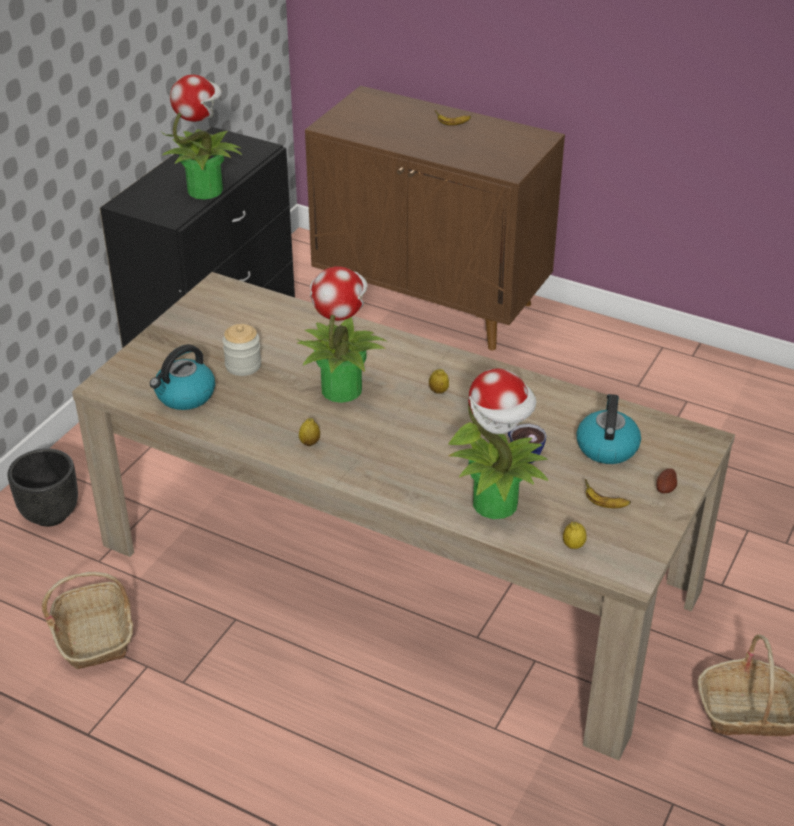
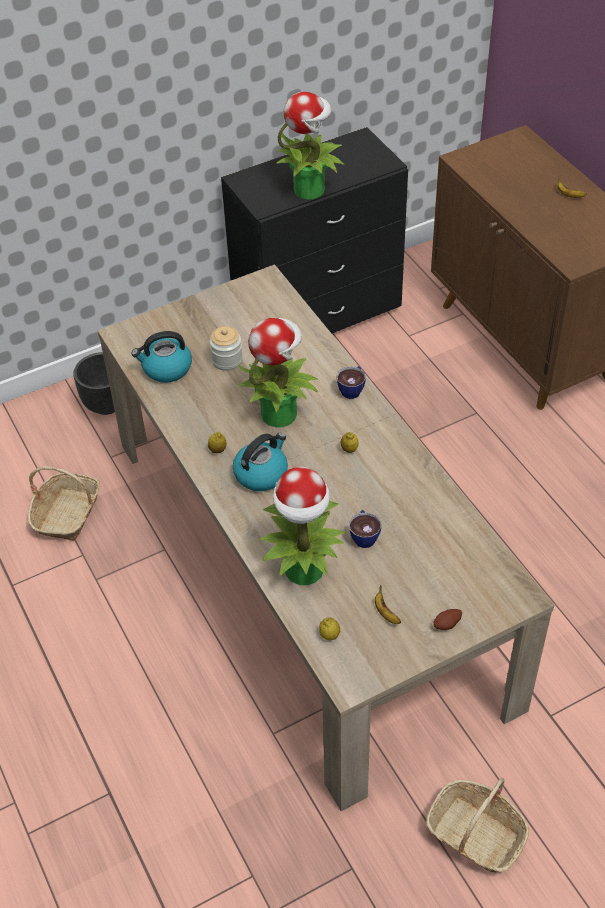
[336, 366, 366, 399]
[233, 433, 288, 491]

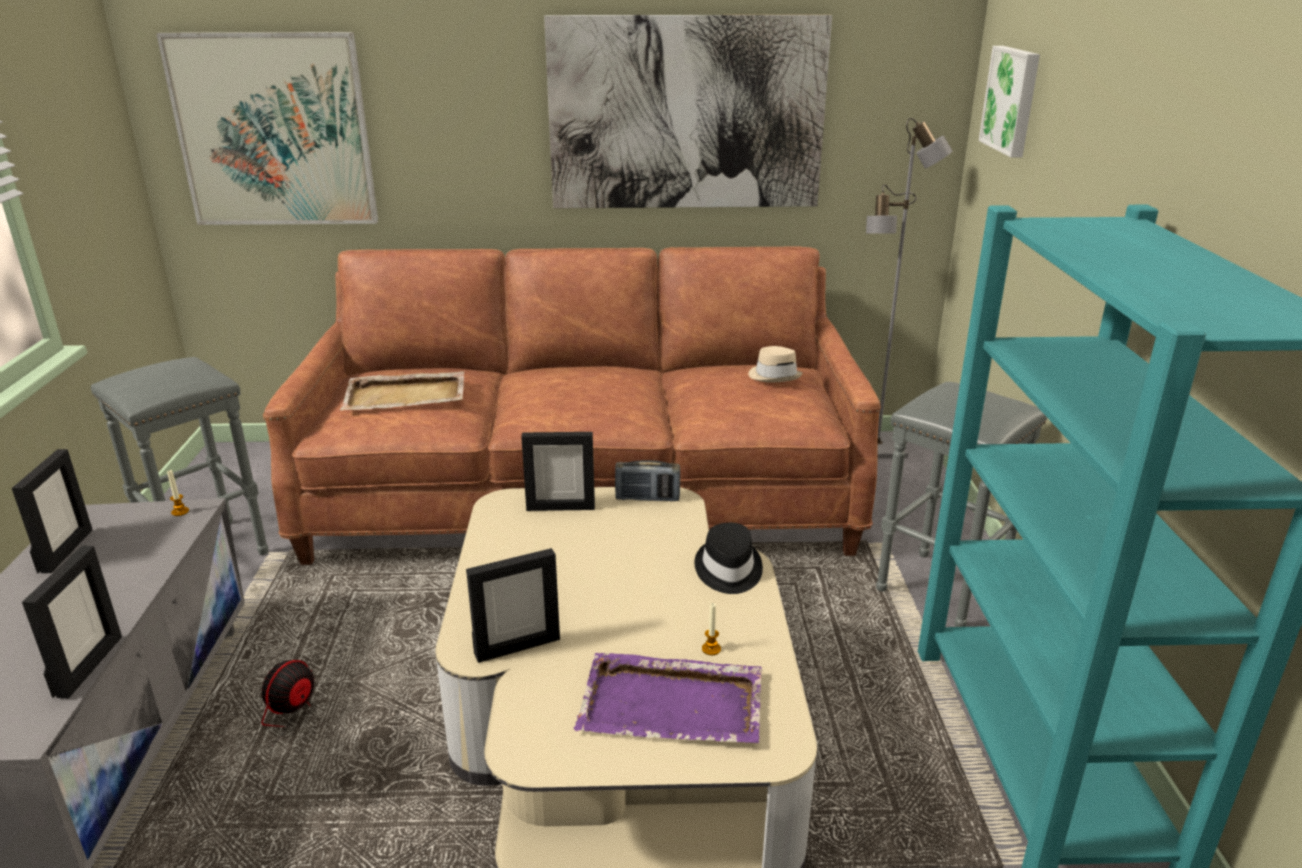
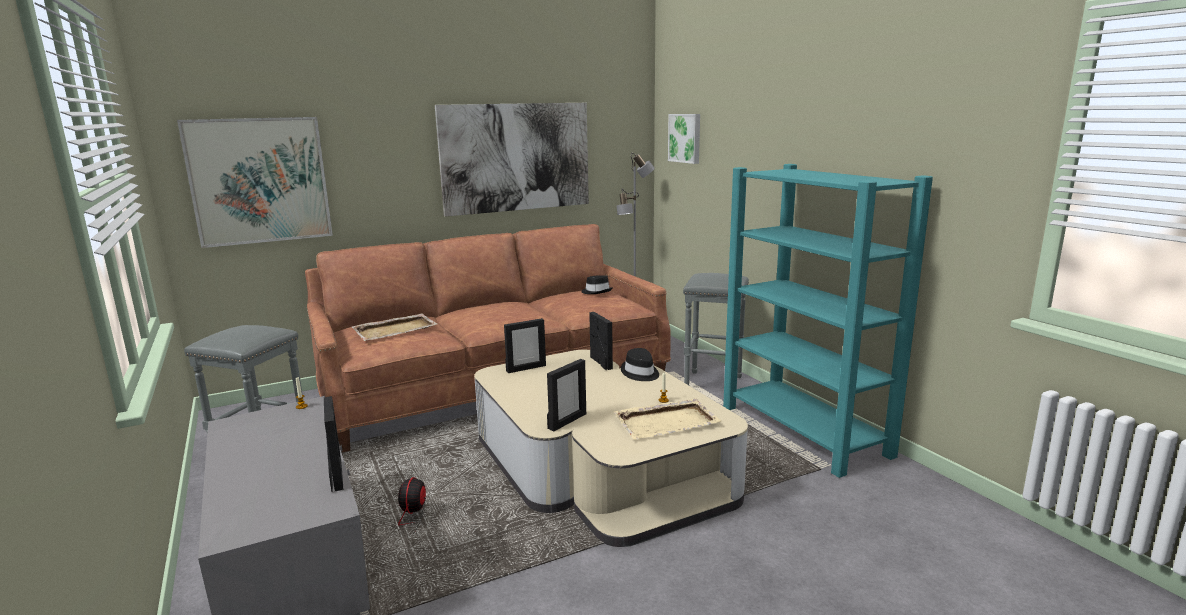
[615, 460, 680, 502] (first image)
[589, 312, 613, 370]
[614, 398, 722, 439]
[581, 275, 613, 294]

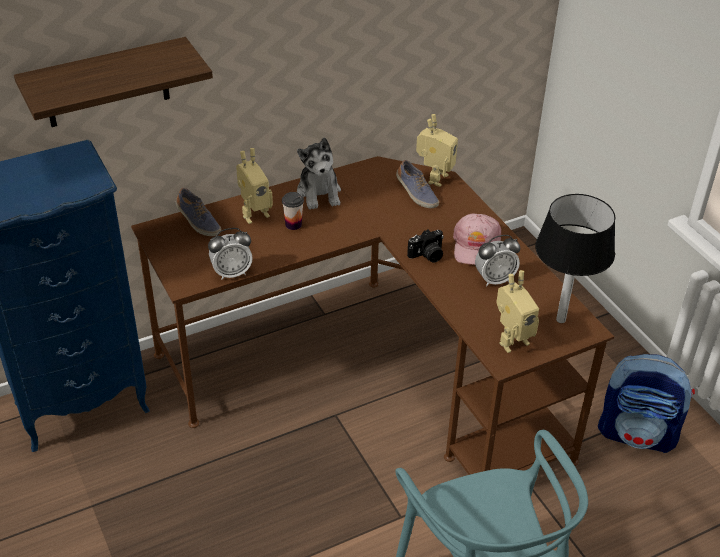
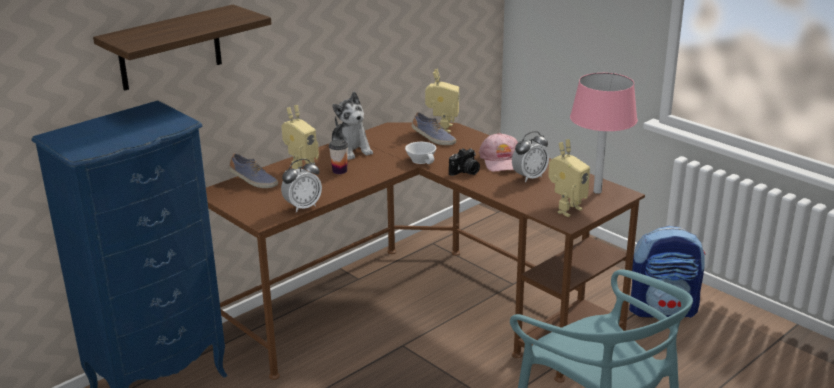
[405, 142, 436, 164]
[570, 73, 638, 194]

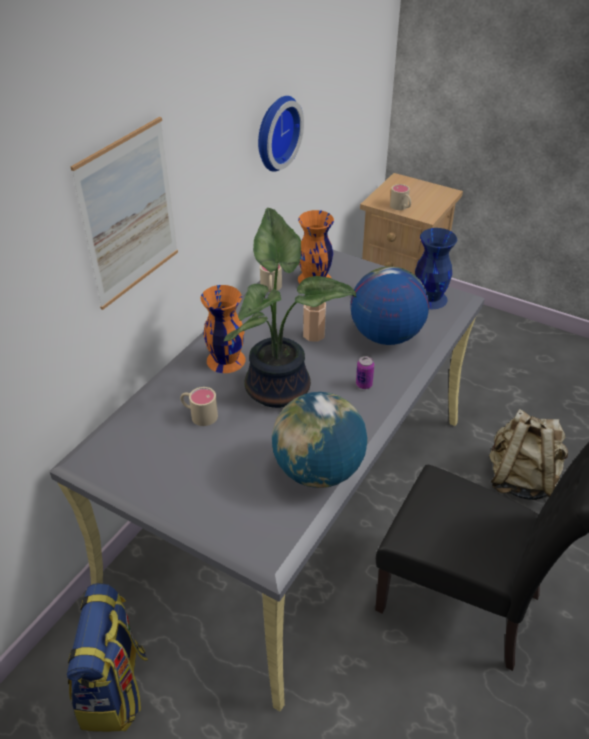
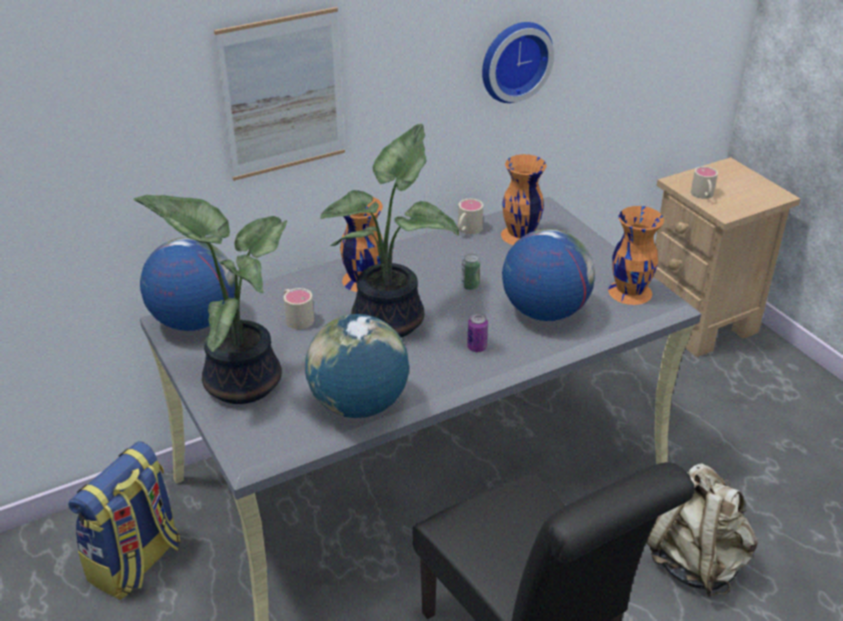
[133, 195, 287, 404]
[140, 237, 235, 331]
[461, 254, 480, 290]
[608, 206, 664, 305]

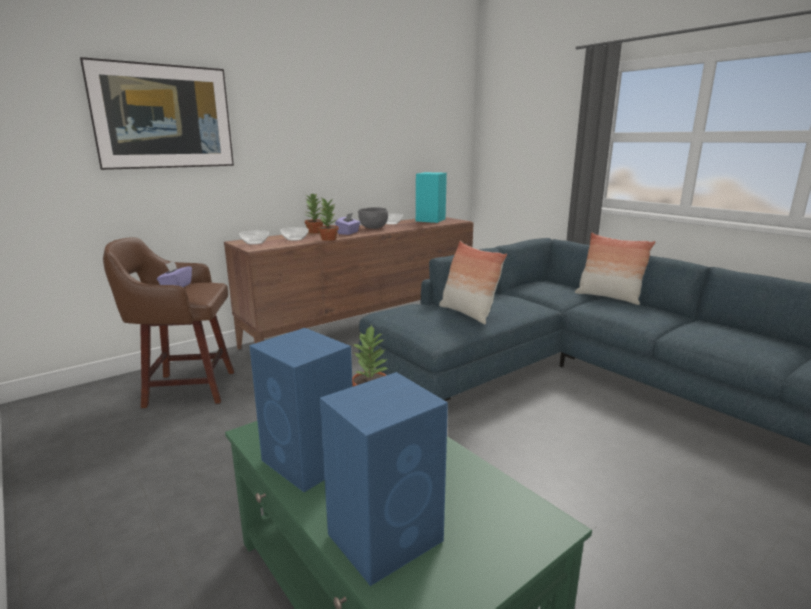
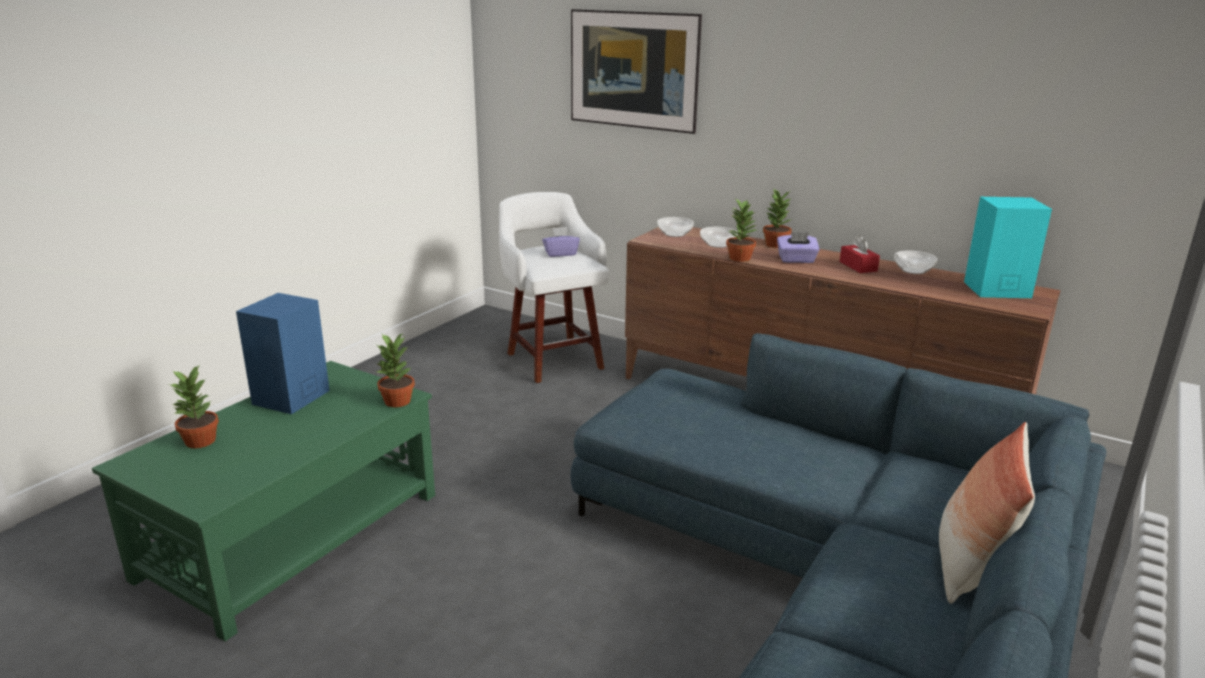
[439, 241, 507, 324] (first image)
[169, 364, 219, 448]
[840, 235, 880, 273]
[499, 192, 609, 383]

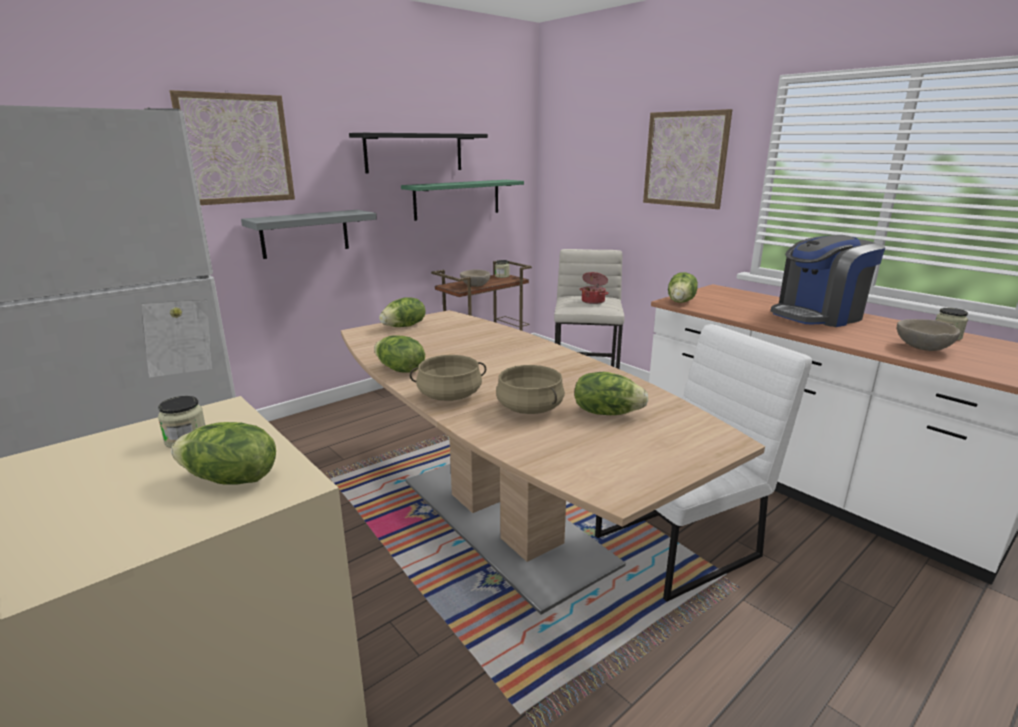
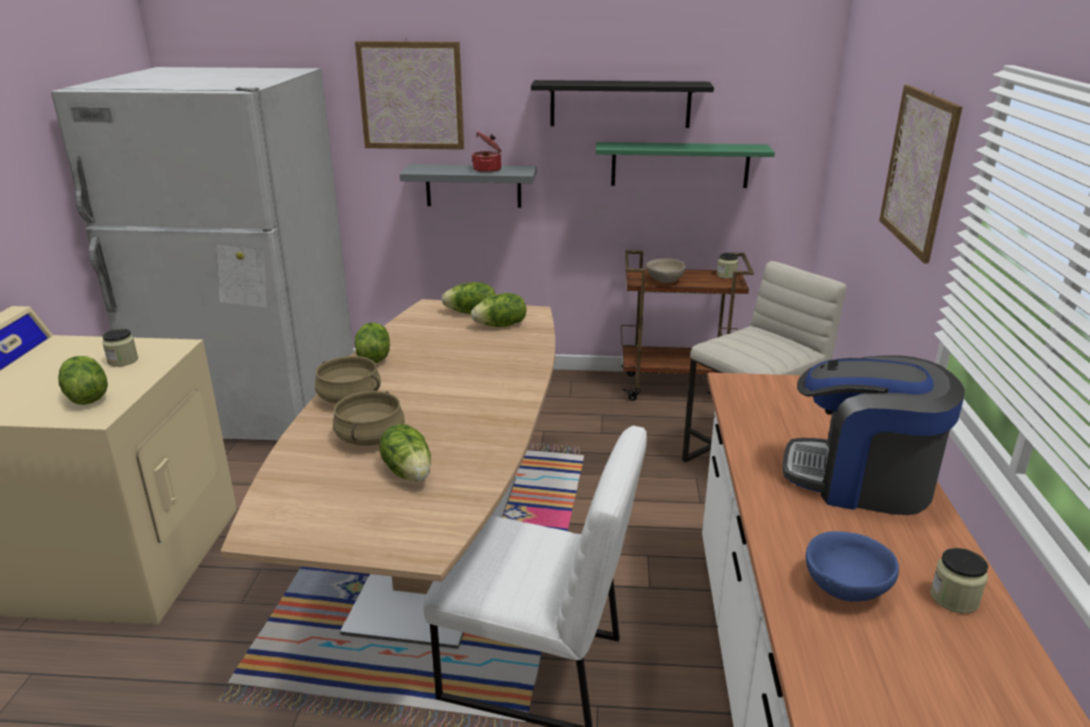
[472, 132, 502, 173]
[471, 293, 526, 327]
[806, 531, 899, 602]

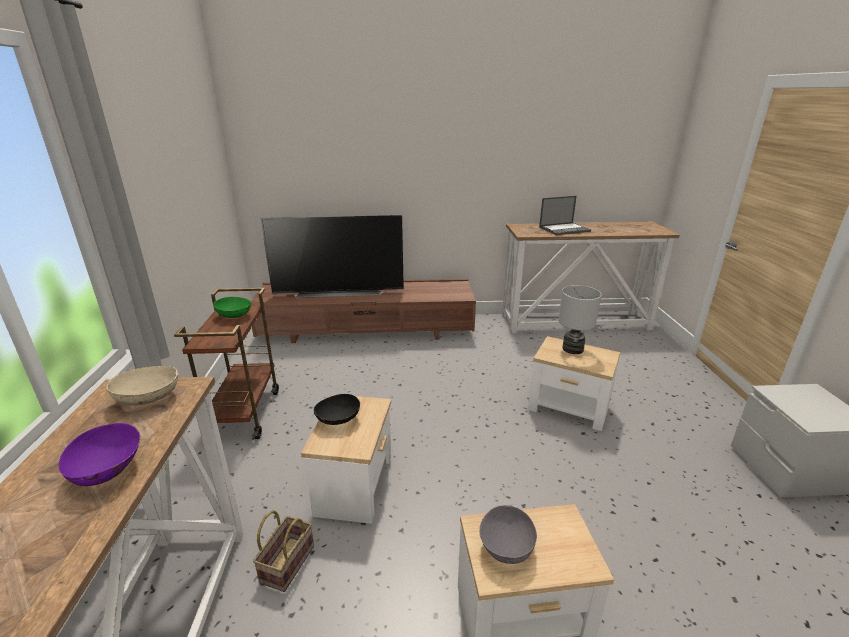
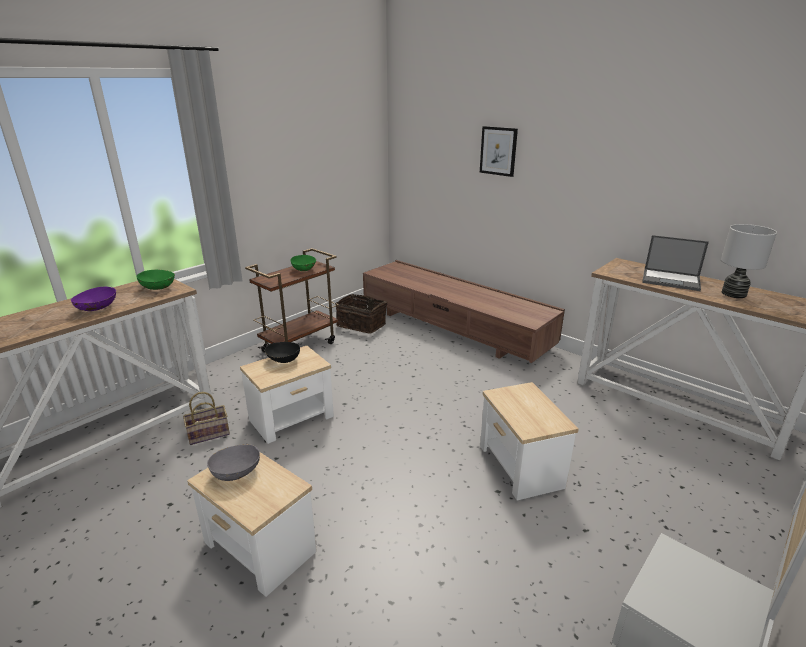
[261, 215, 404, 298] (first image)
[336, 294, 387, 334]
[480, 126, 518, 177]
[721, 224, 777, 298]
[136, 270, 175, 290]

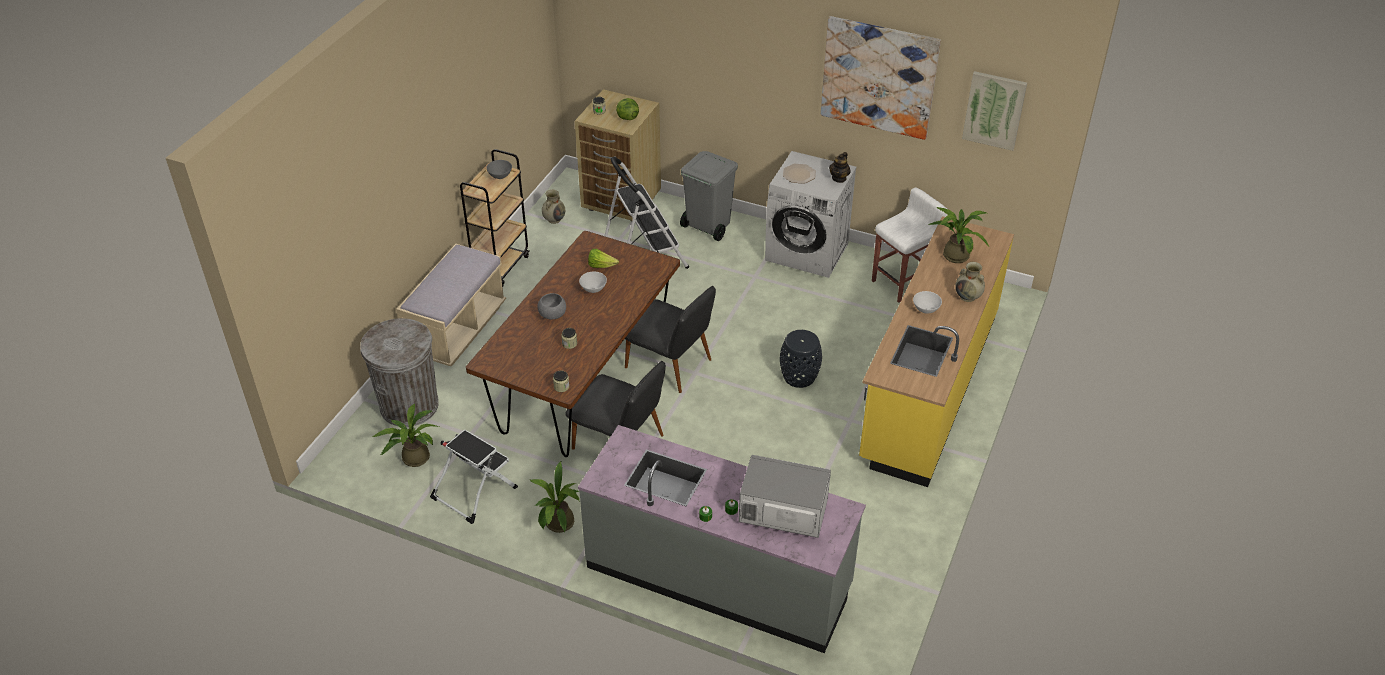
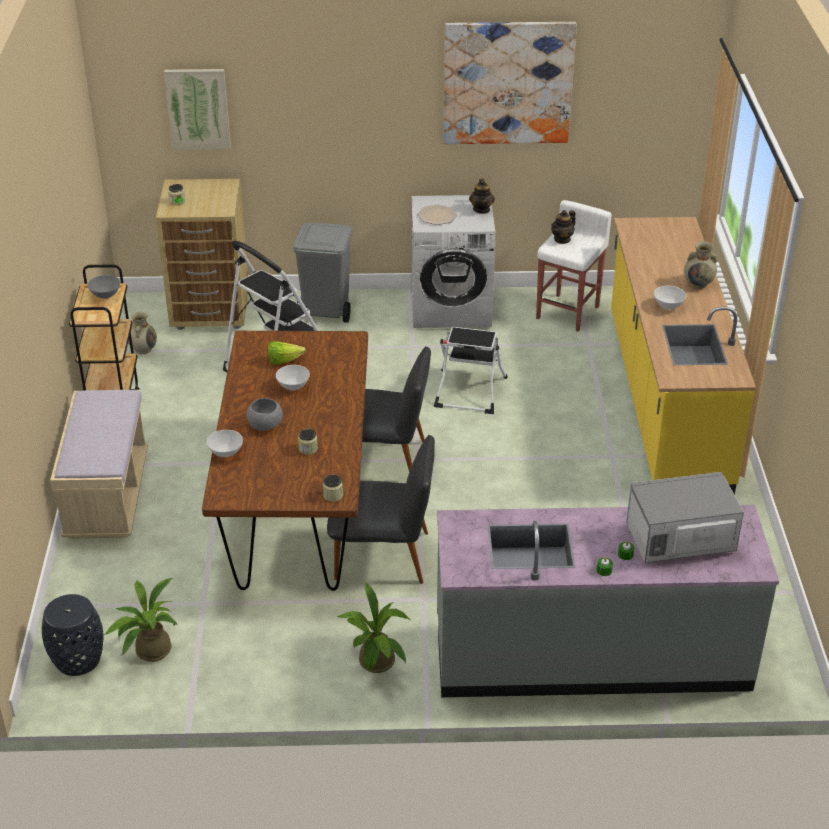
[360, 318, 439, 427] (first image)
[616, 98, 639, 120] (first image)
[929, 207, 989, 263] (first image)
[207, 430, 243, 457]
[551, 210, 576, 244]
[434, 327, 508, 414]
[42, 594, 103, 676]
[164, 69, 231, 150]

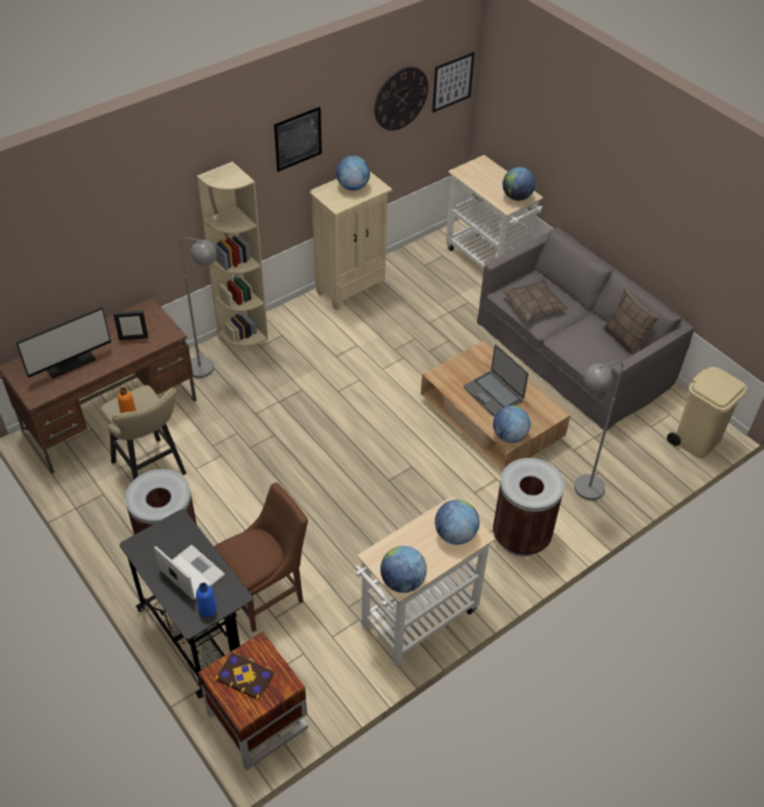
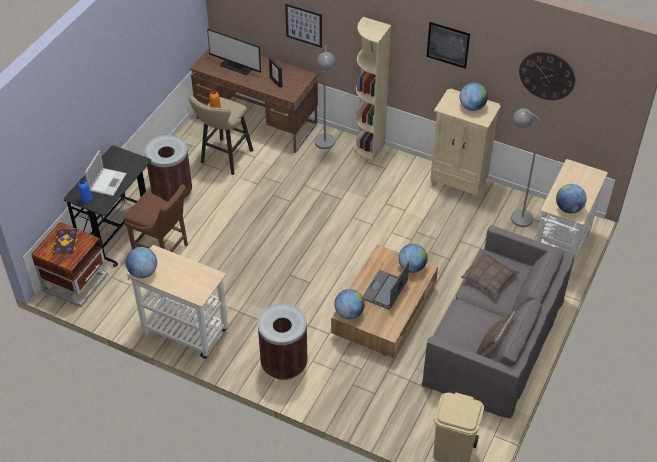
[285, 4, 322, 48]
[398, 244, 428, 273]
[511, 108, 541, 227]

